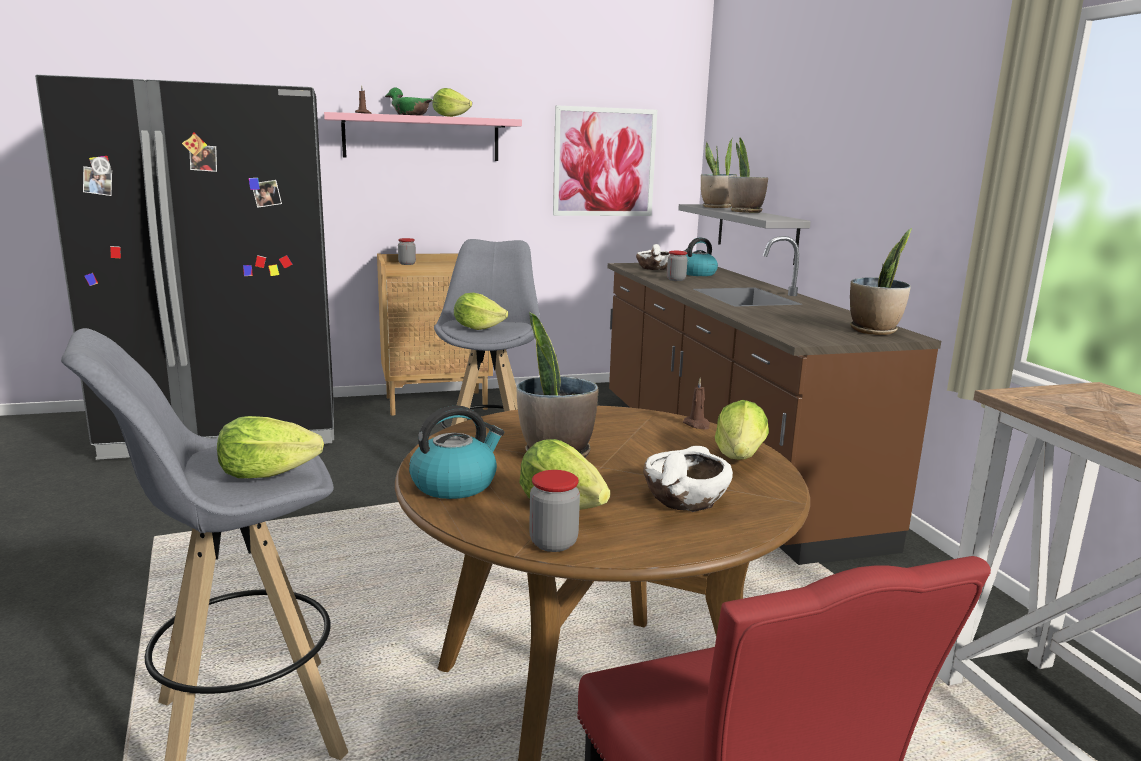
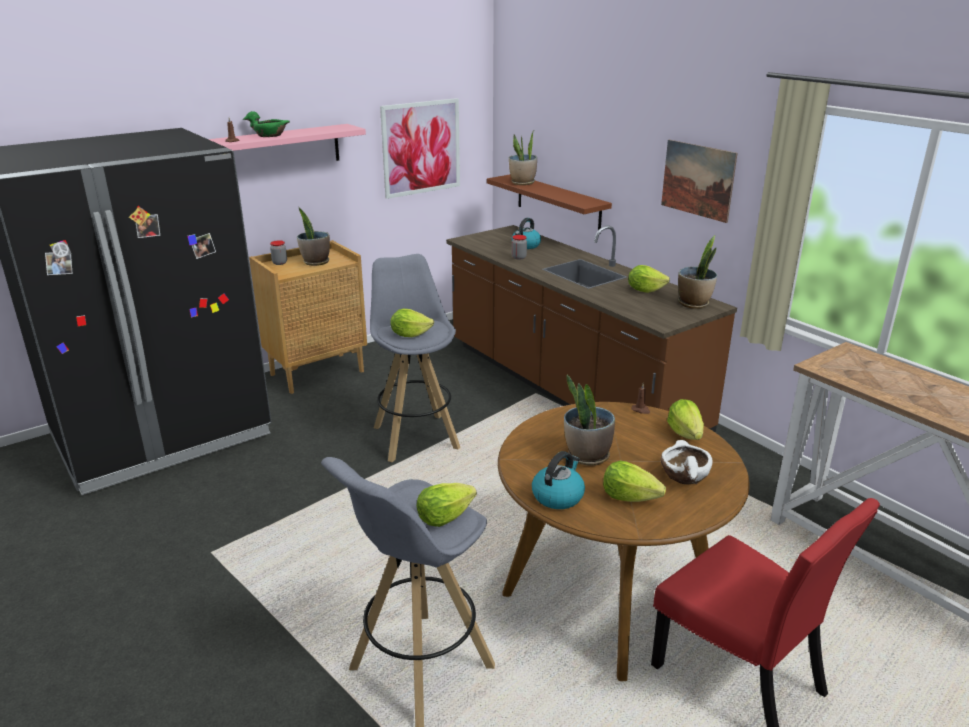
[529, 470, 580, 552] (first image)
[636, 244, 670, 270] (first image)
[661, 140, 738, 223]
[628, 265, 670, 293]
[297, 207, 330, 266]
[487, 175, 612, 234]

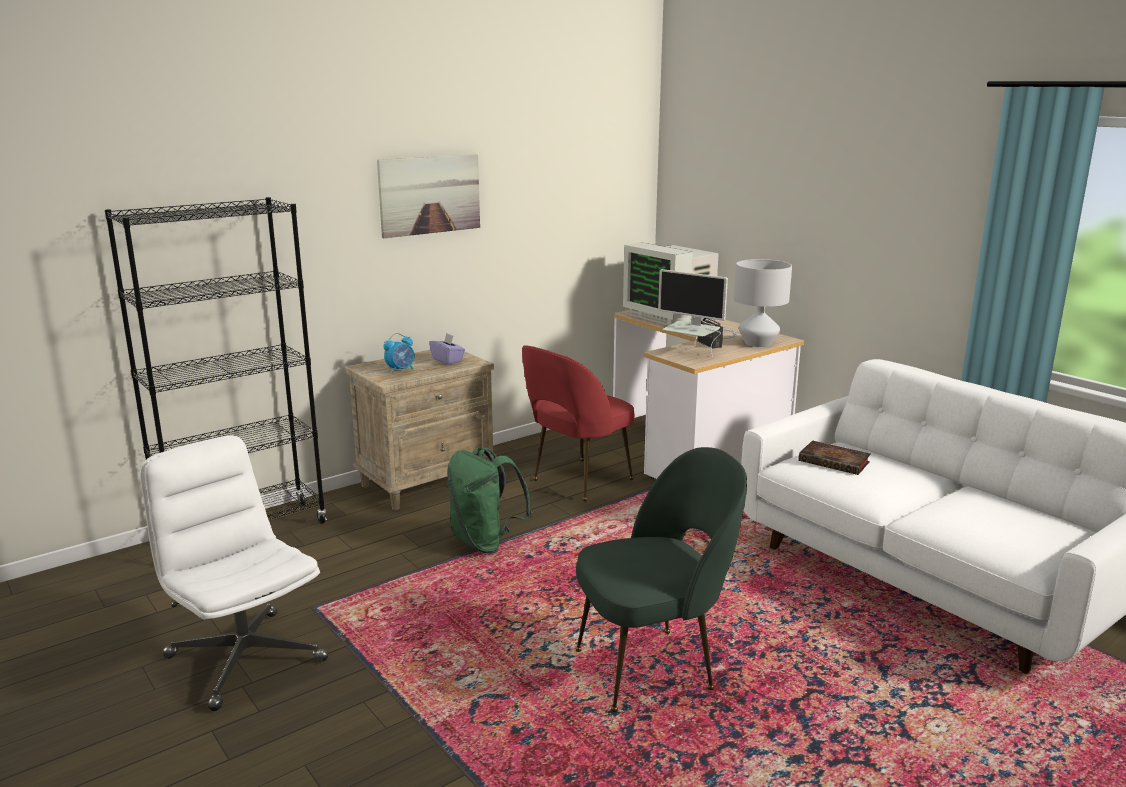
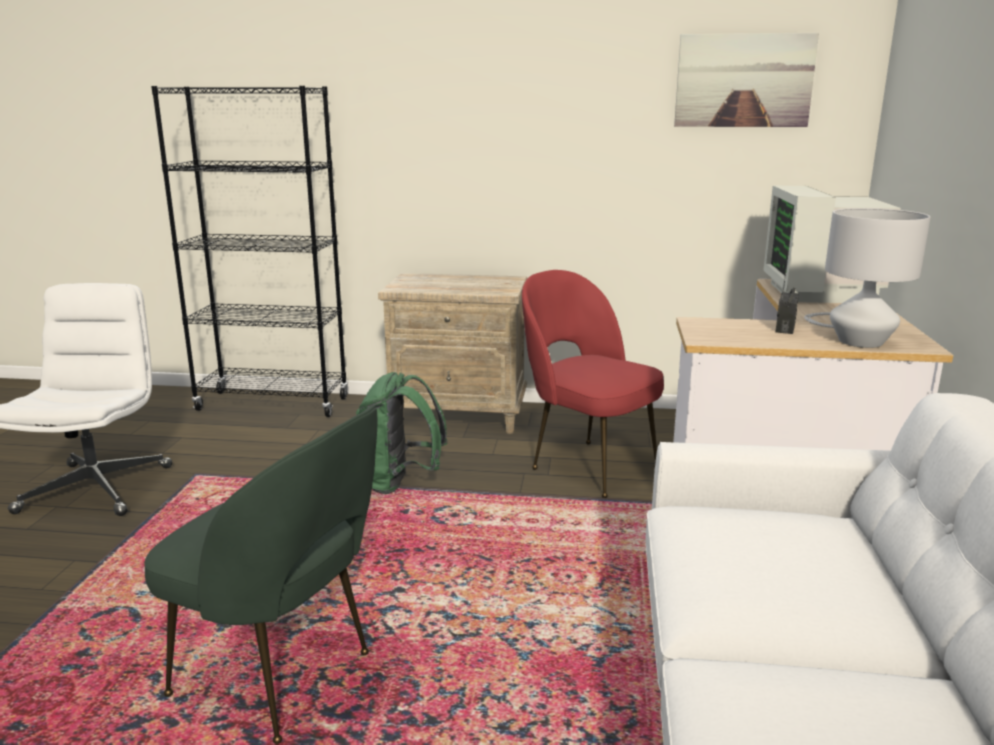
[383, 333, 415, 373] (first image)
[429, 333, 465, 365] (first image)
[658, 269, 728, 357] (first image)
[798, 440, 871, 475] (first image)
[674, 33, 819, 127]
[522, 270, 664, 498]

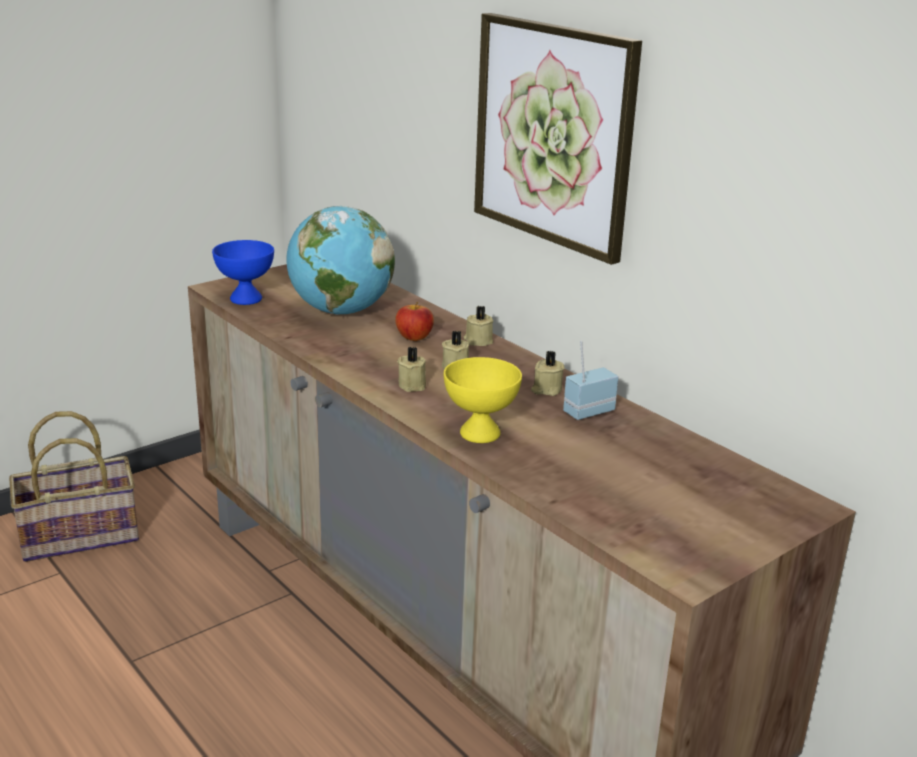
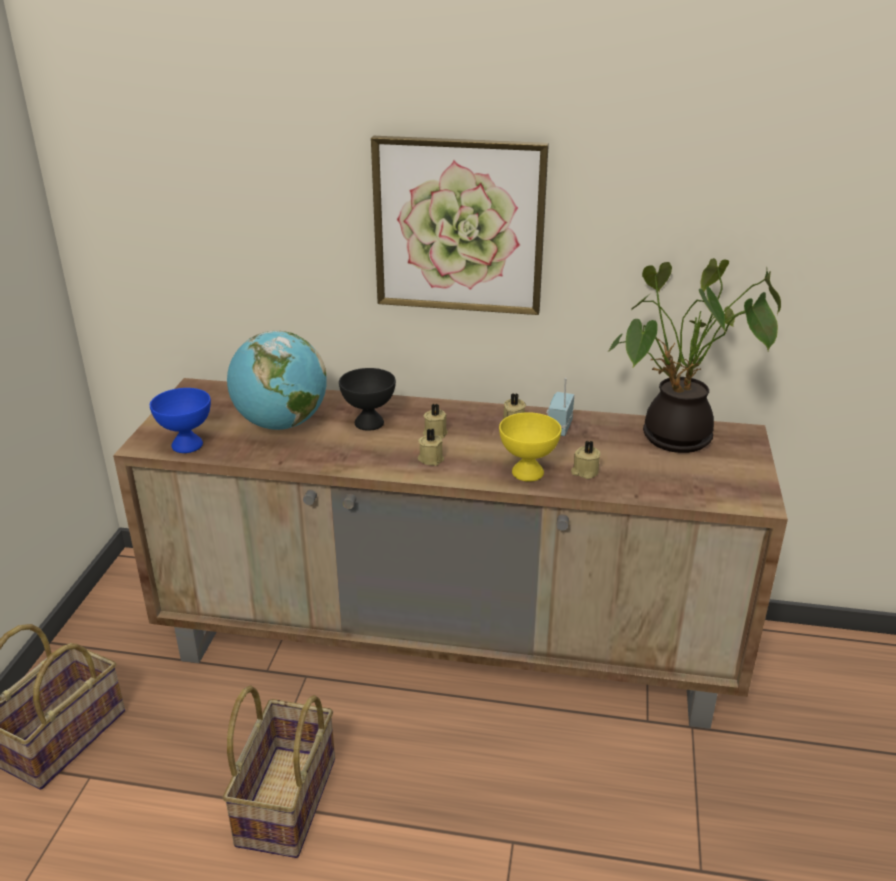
[223, 685, 335, 858]
[608, 258, 781, 453]
[571, 440, 601, 479]
[339, 368, 396, 431]

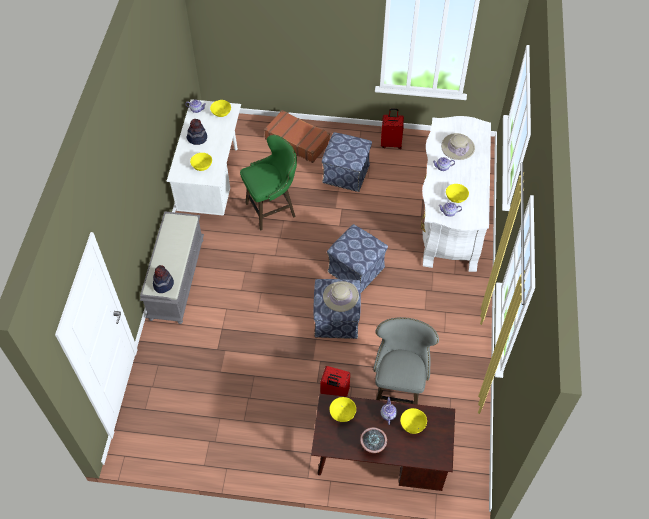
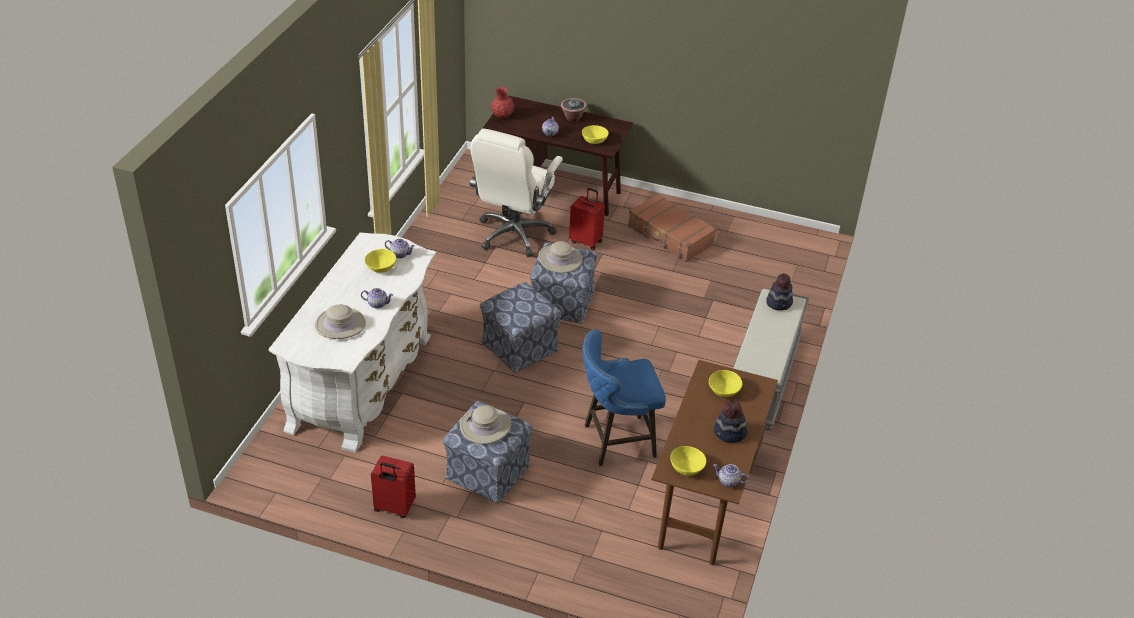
[400, 408, 427, 434] (first image)
[460, 405, 511, 444]
[491, 87, 514, 118]
[628, 194, 716, 262]
[470, 129, 563, 257]
[651, 360, 778, 565]
[582, 329, 666, 466]

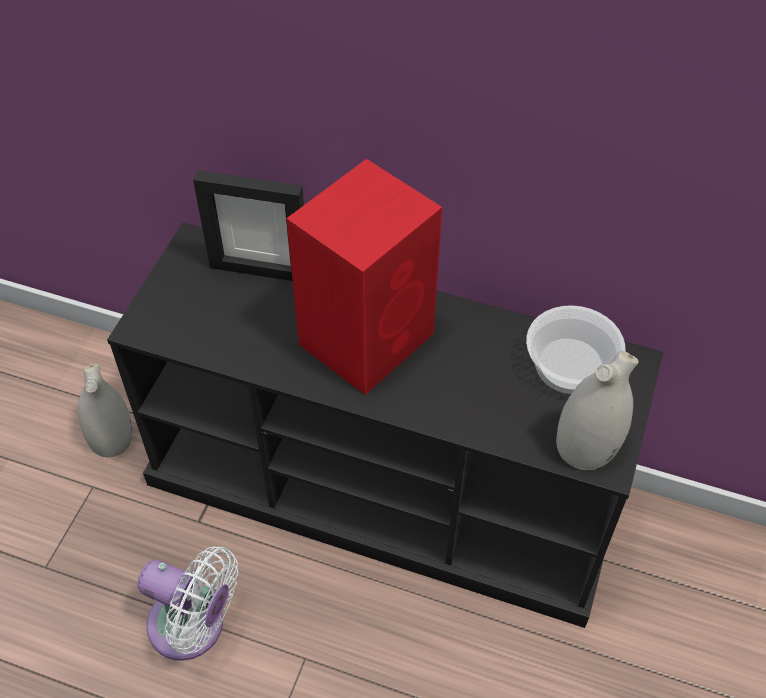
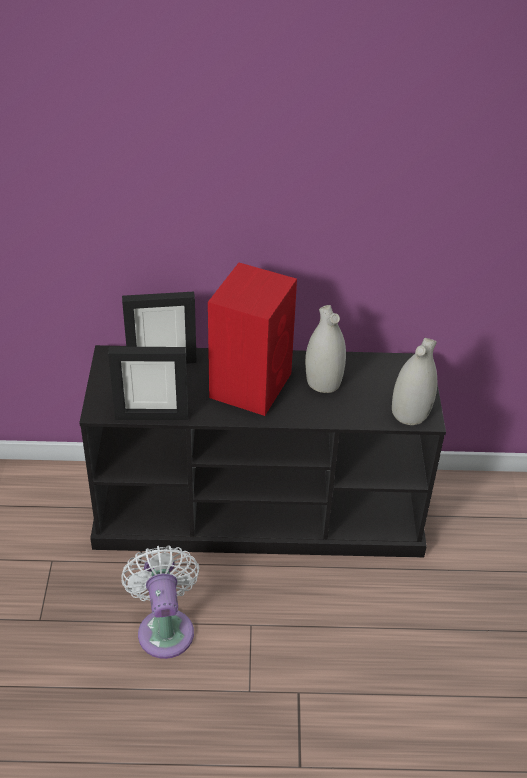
[526, 305, 625, 394] (first image)
[108, 347, 188, 420]
[305, 305, 346, 393]
[122, 546, 199, 659]

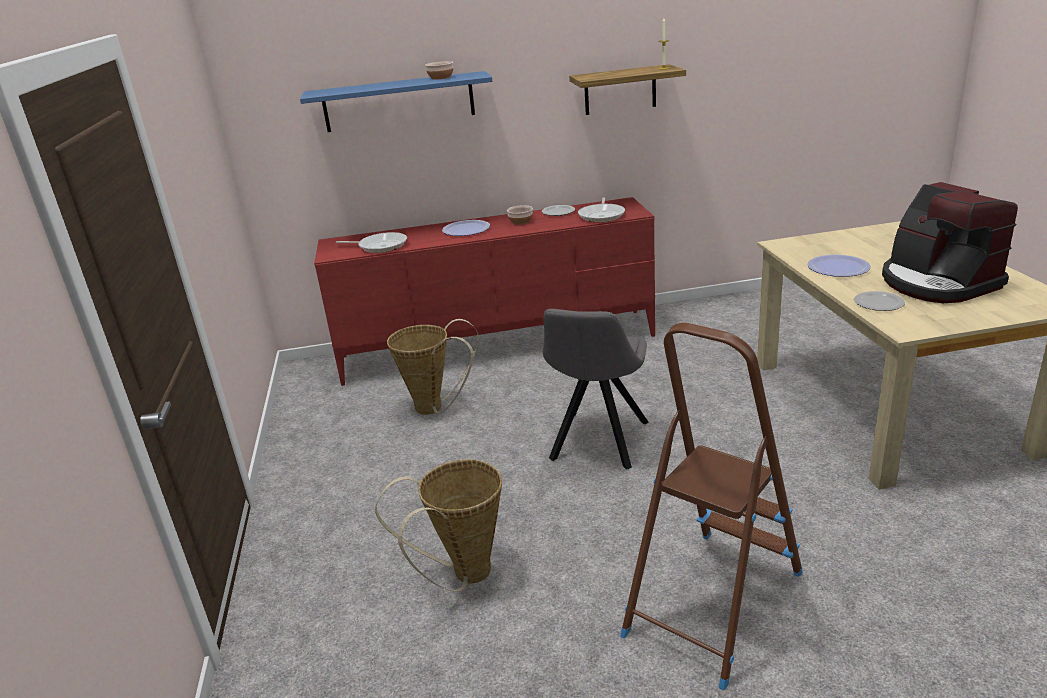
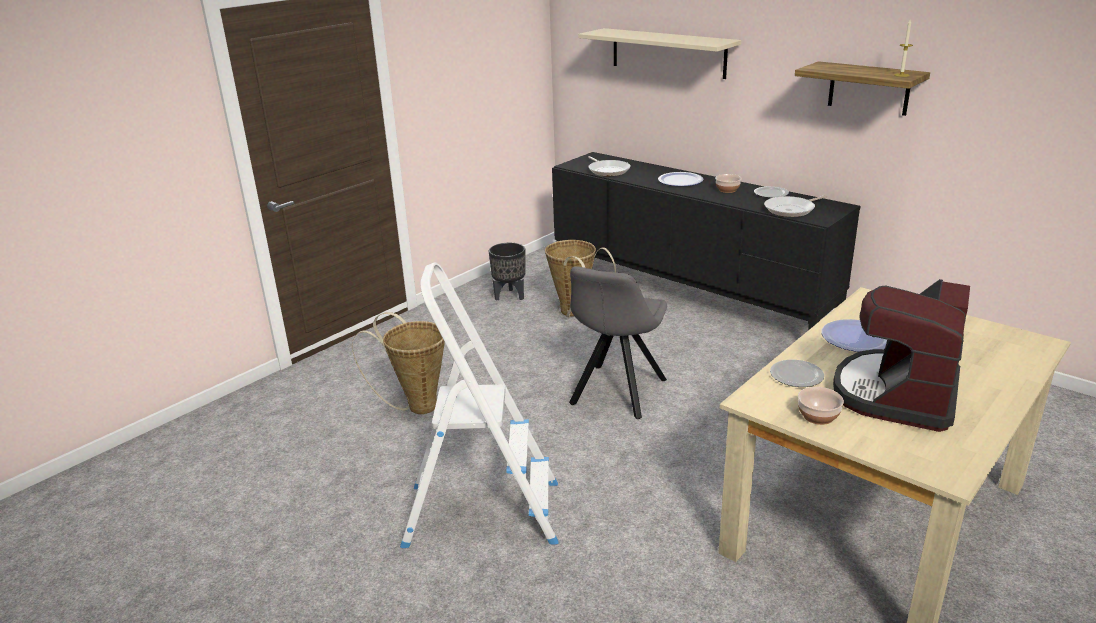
[489, 243, 526, 301]
[798, 387, 844, 425]
[578, 28, 741, 79]
[552, 152, 860, 330]
[400, 262, 559, 548]
[569, 266, 667, 419]

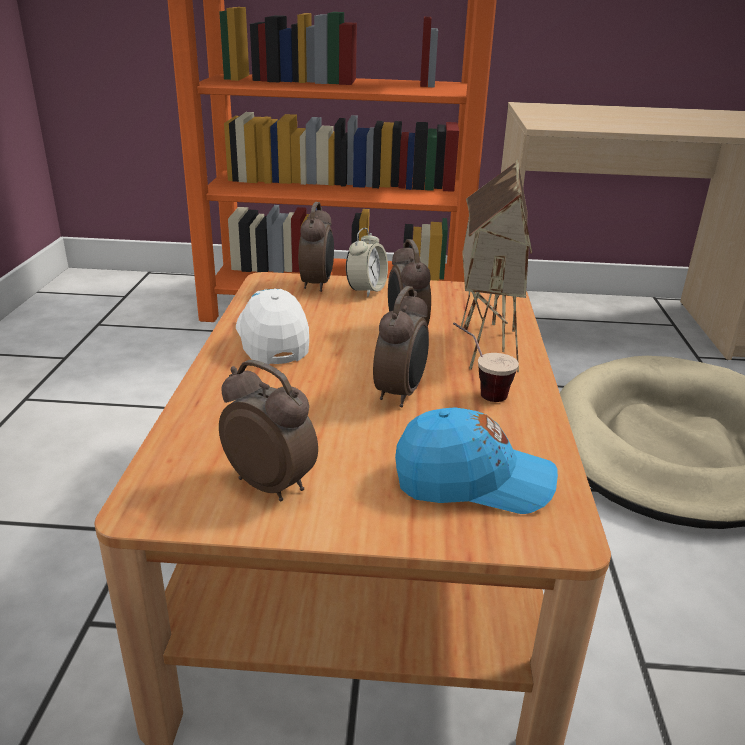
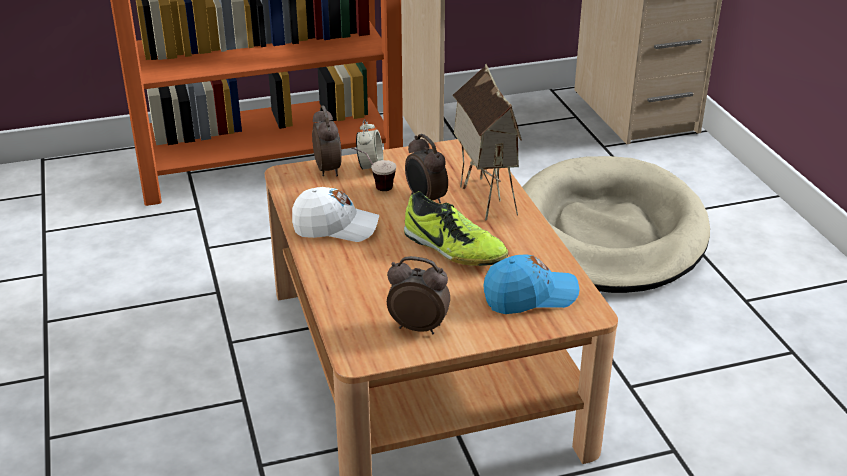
[351, 147, 396, 191]
[404, 191, 508, 266]
[292, 187, 379, 242]

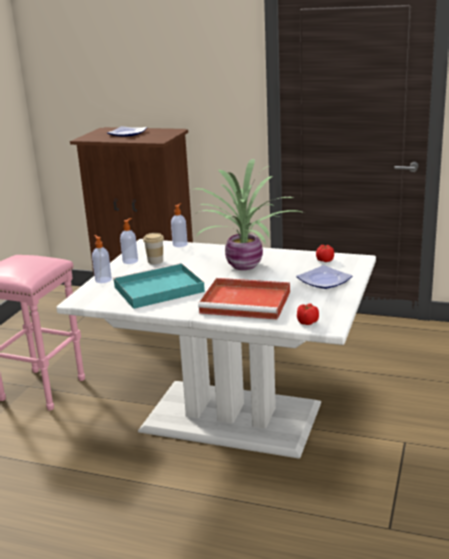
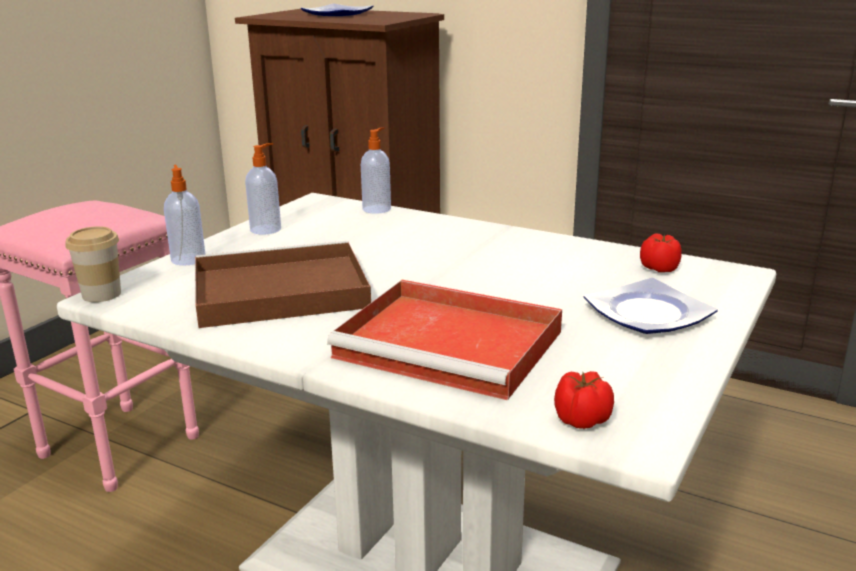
[194, 159, 306, 270] (first image)
[66, 226, 121, 302]
[195, 241, 371, 328]

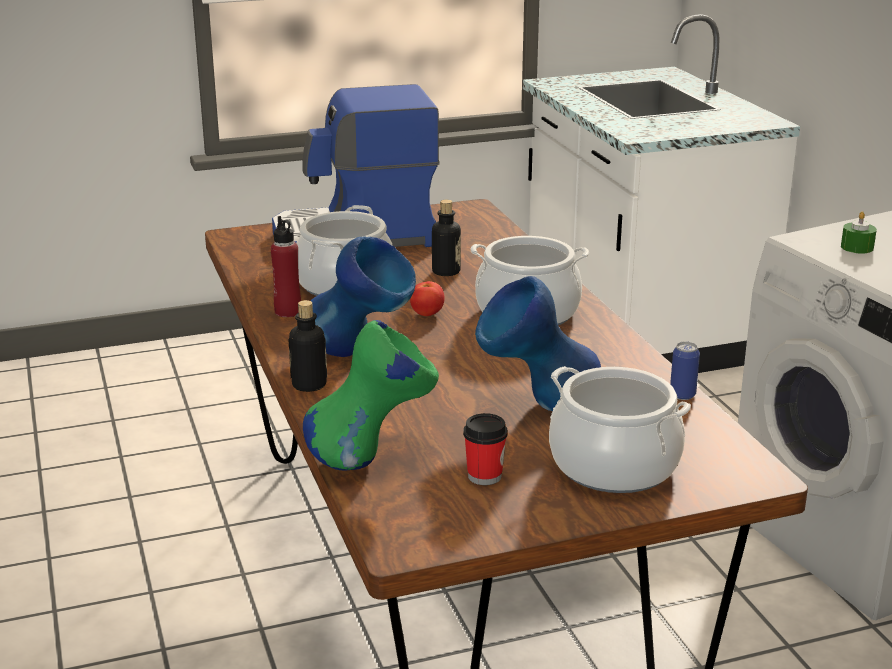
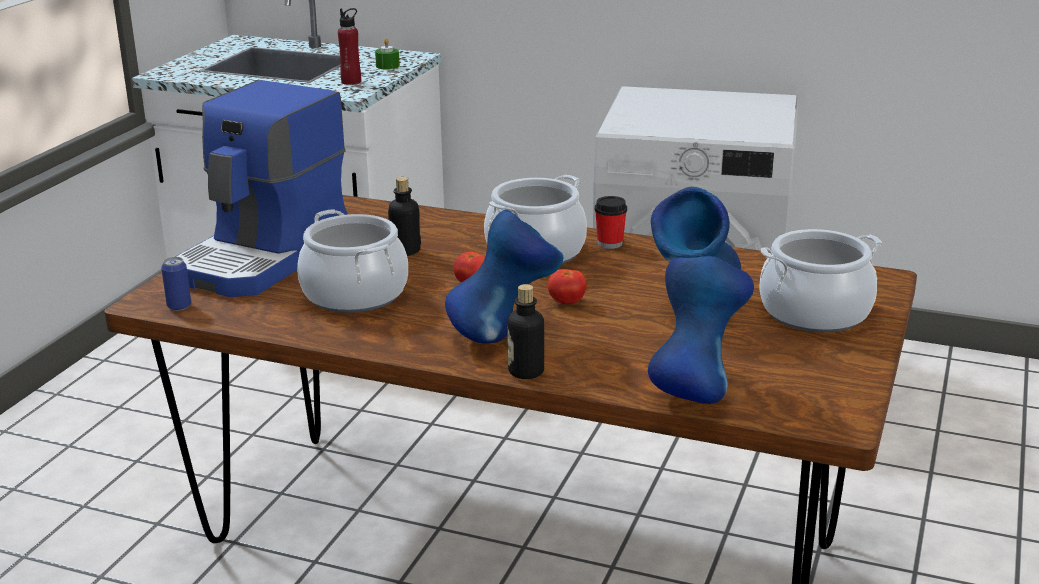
[548, 269, 587, 304]
[338, 8, 361, 85]
[595, 196, 627, 249]
[161, 257, 191, 311]
[375, 38, 400, 69]
[648, 256, 754, 404]

